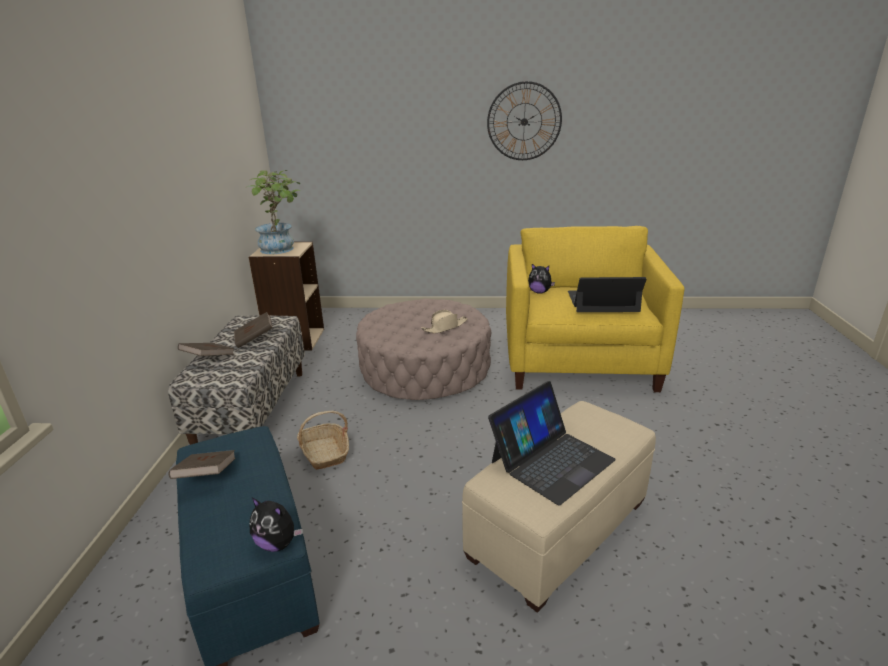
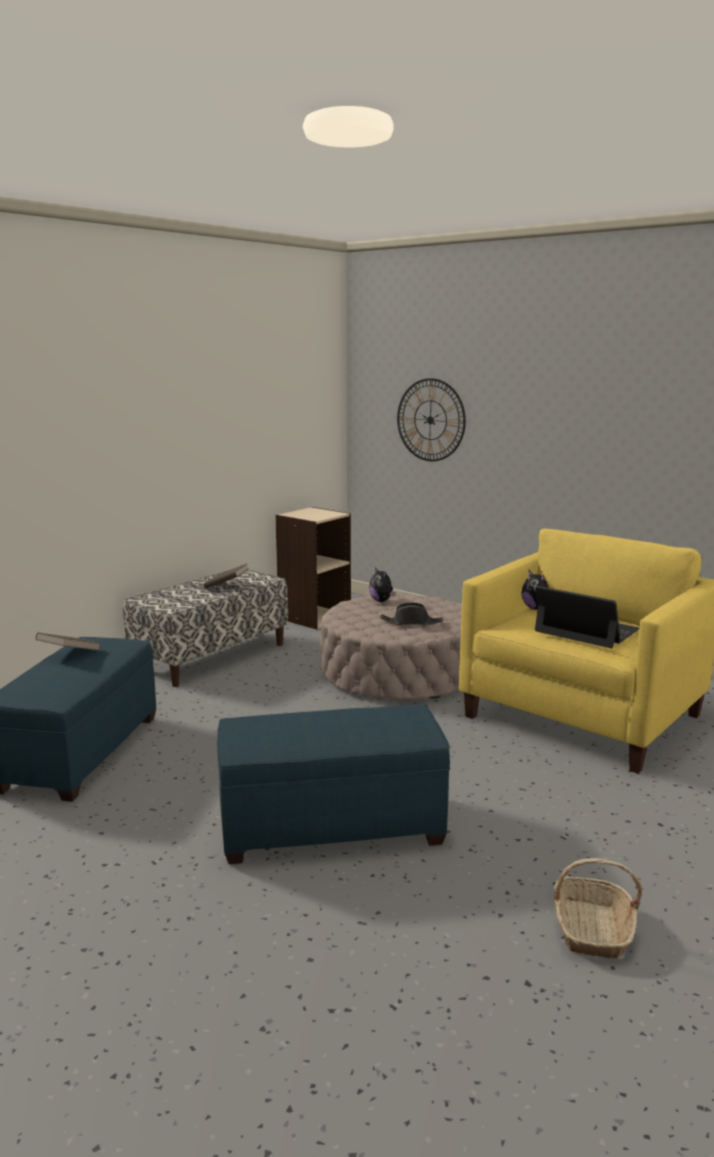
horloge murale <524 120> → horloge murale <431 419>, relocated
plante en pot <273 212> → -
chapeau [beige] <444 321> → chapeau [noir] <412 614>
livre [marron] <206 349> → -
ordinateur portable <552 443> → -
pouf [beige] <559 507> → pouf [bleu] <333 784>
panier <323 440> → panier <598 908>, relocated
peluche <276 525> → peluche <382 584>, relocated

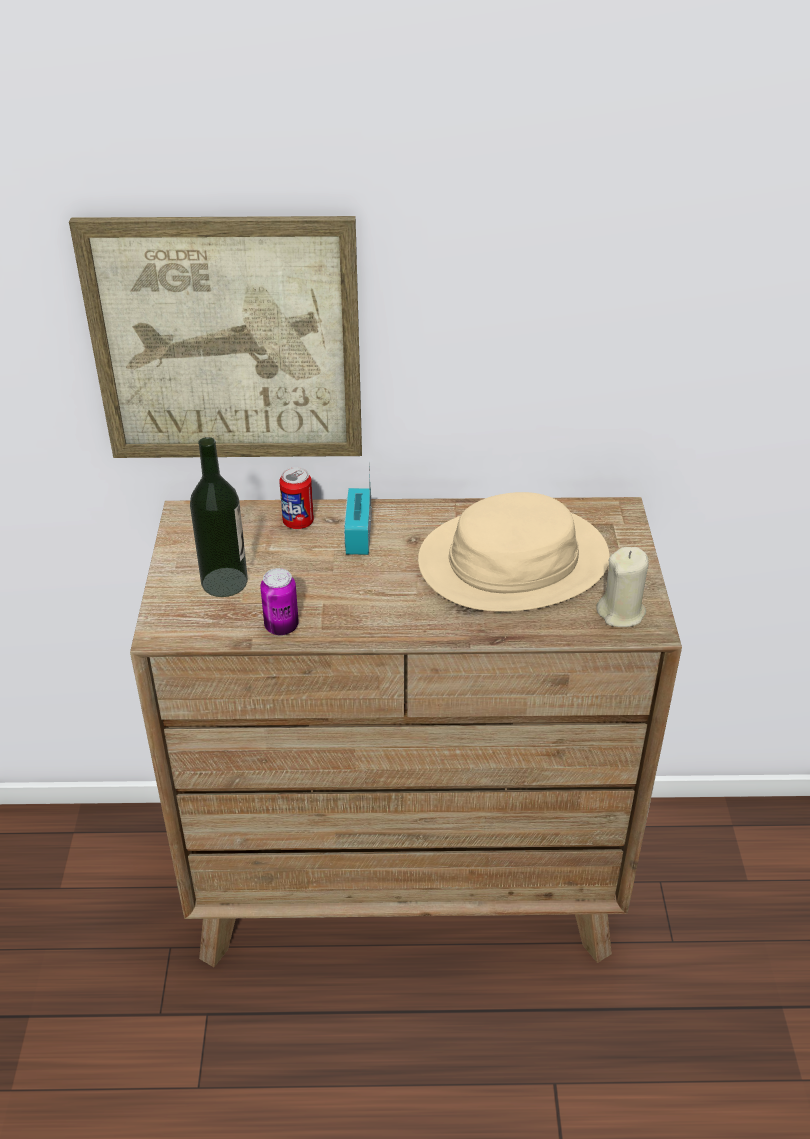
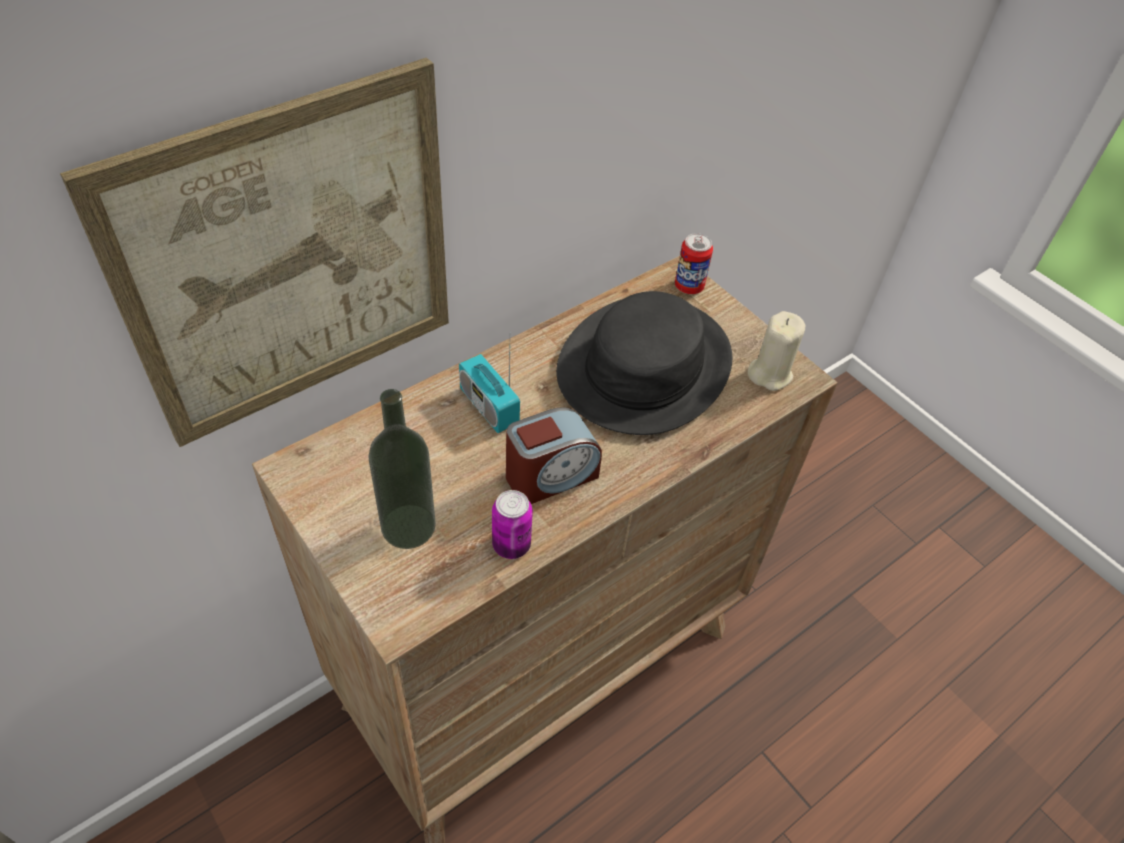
boîte métallique <296 498> → boîte métallique <694 263>, relocated
chapeau [beige] <514 552> → chapeau [noir] <644 363>
- → réveil <554 455>

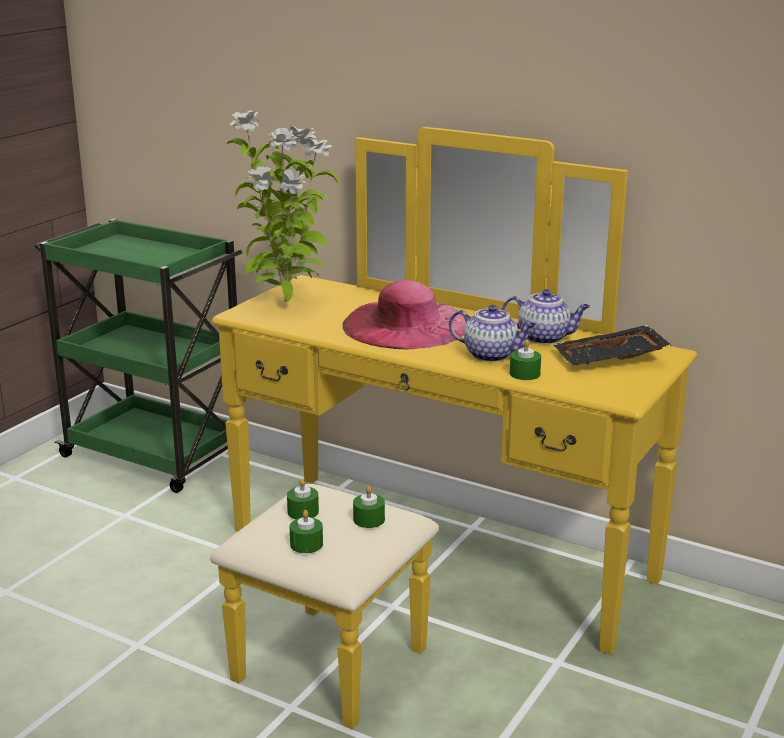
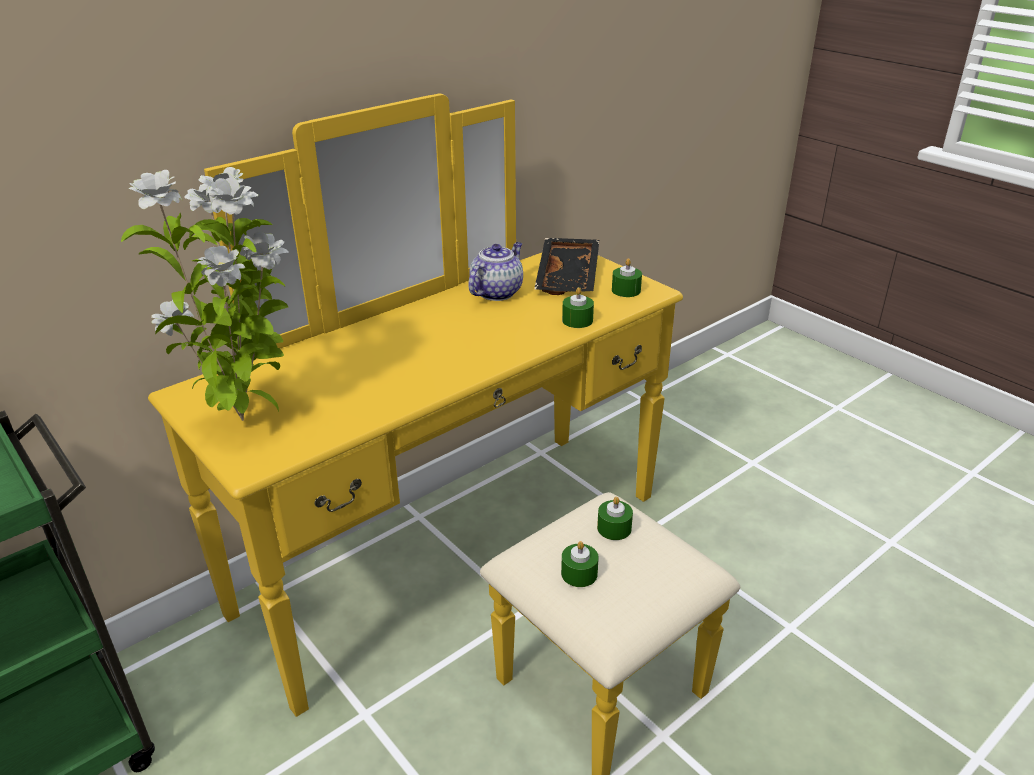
chapeau [rose] <404 314> → -
théière <492 333> → -
bougie [vert] <306 531> → bougie [vert] <627 277>, relocated

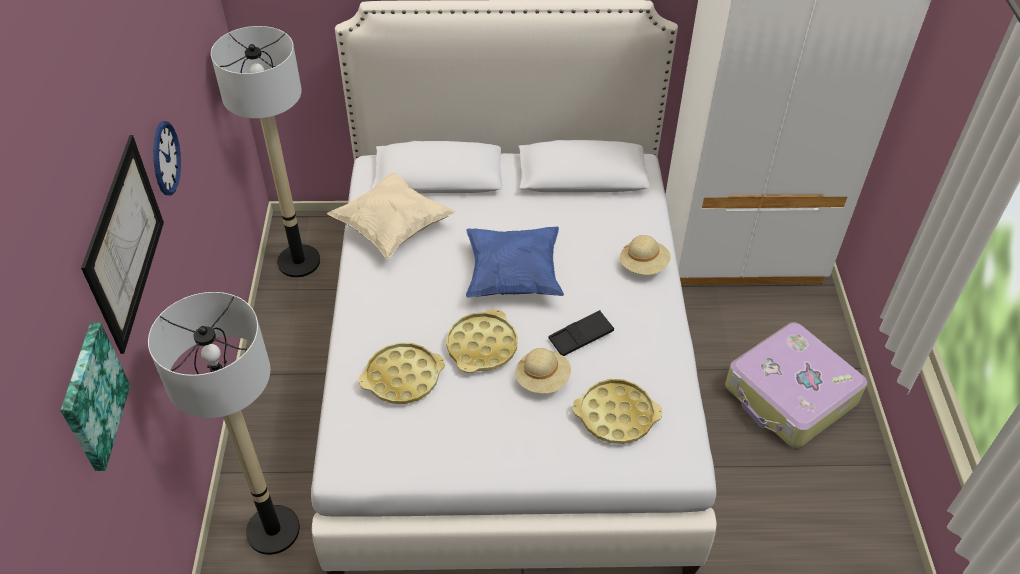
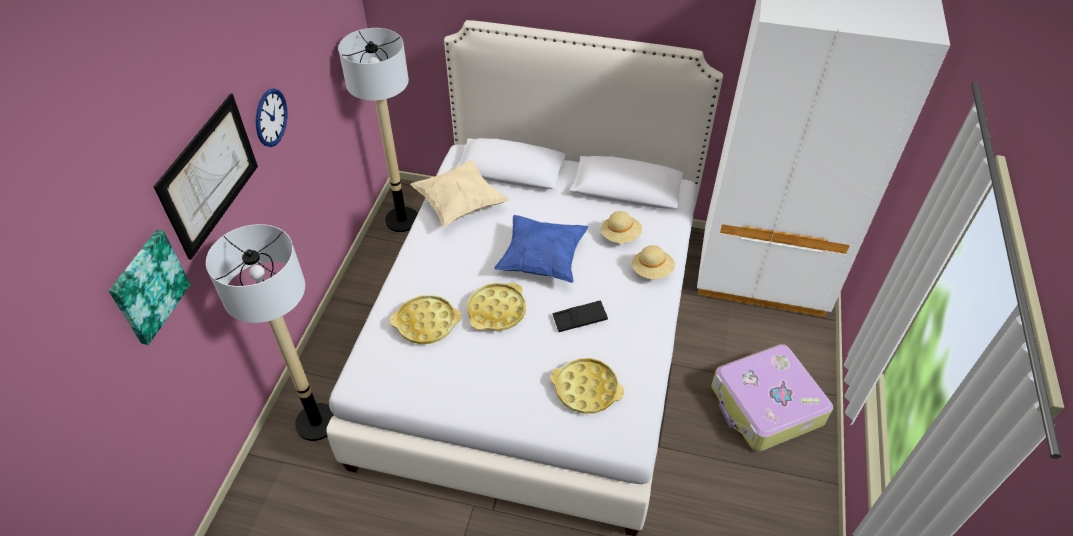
chapeau [beige] <543 370> → chapeau [beige] <621 227>, relocated

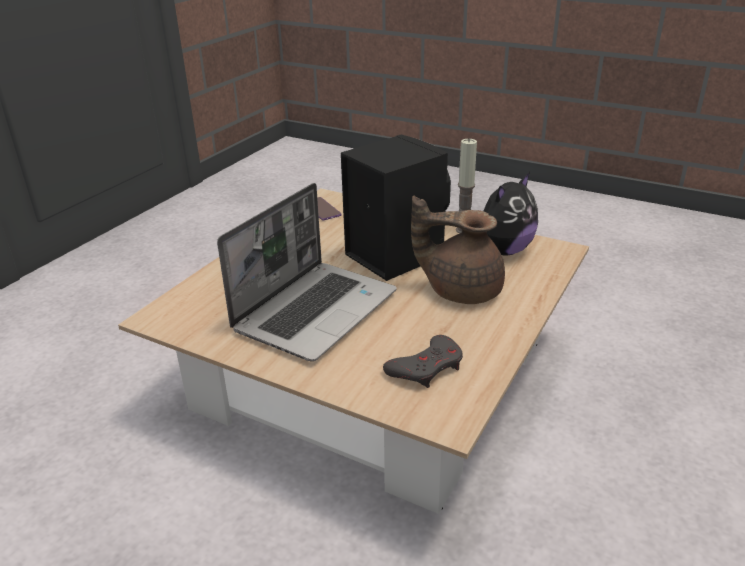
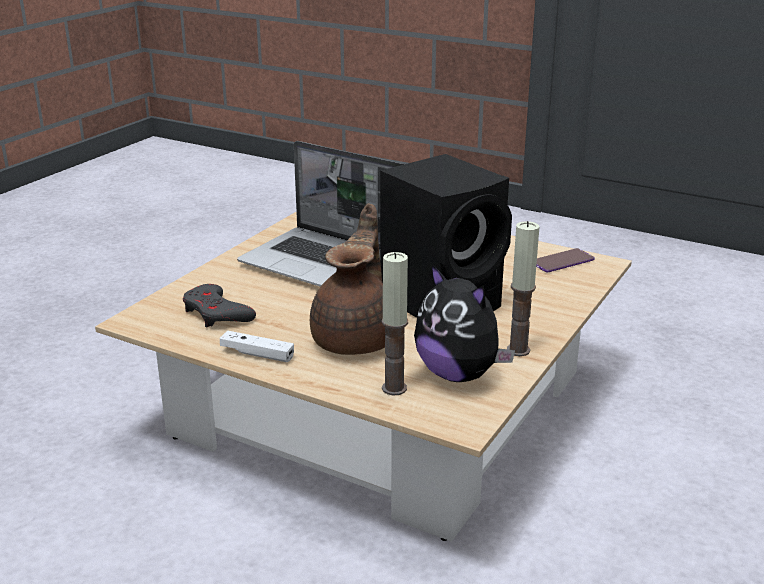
- → bougie <394 323>
- → manette [blanc] <257 346>

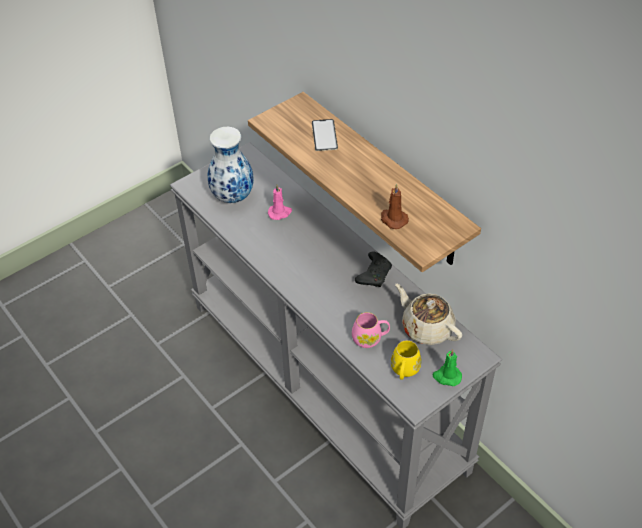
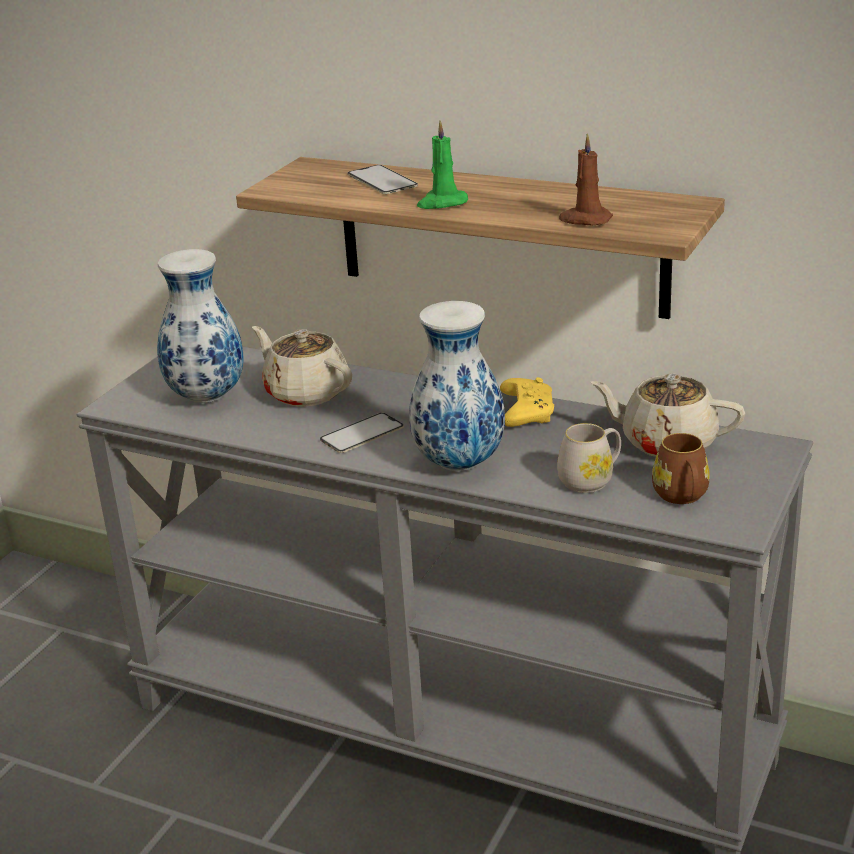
bougie [rose] <280 202> → théière [beige] <302 366>
manette [noir] <373 269> → manette [jaune] <527 402>
mug [rose] <371 330> → mug [blanc] <589 458>
mug [jaune] <406 360> → mug [marron] <681 468>
bougie [vert] <447 367> → bougie [vert] <442 165>, relocated
- → vase <457 386>
- → téléphone <362 433>

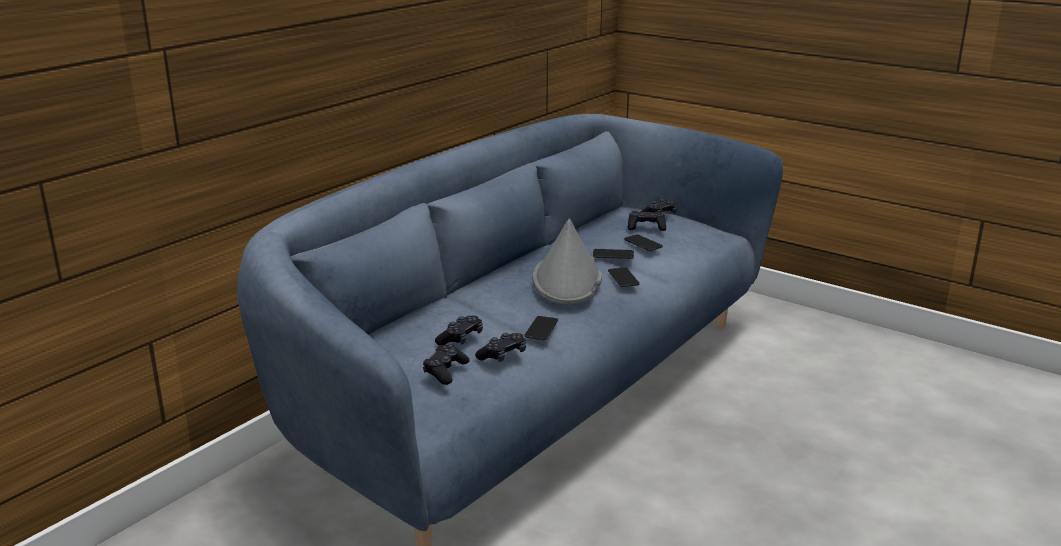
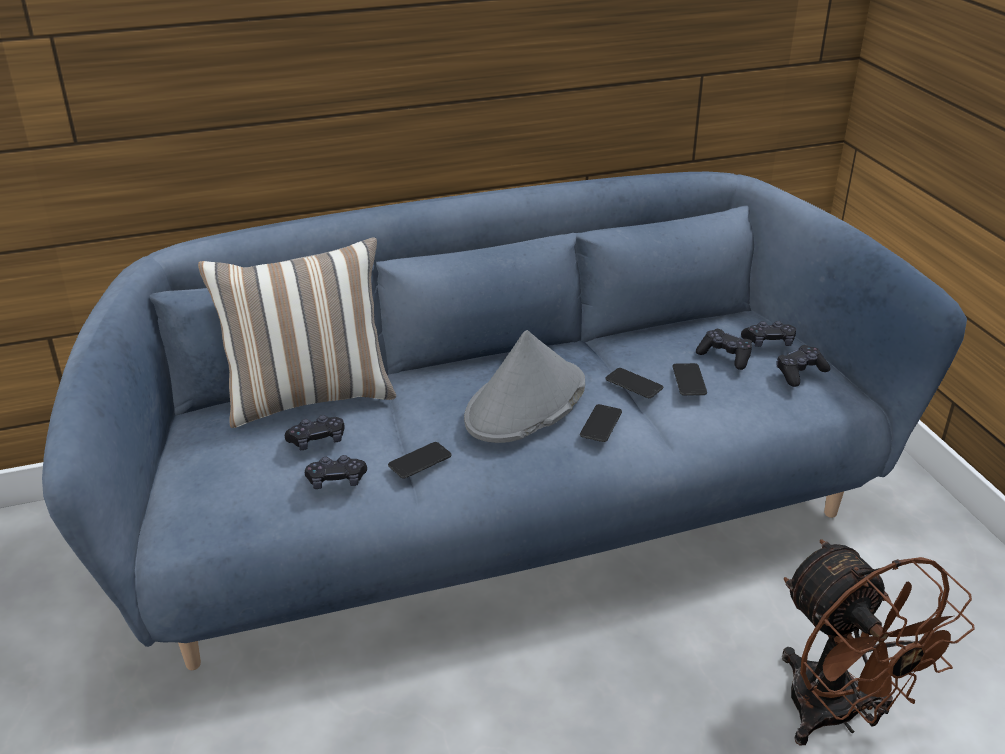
manette [noir] <446 365> → manette [noir] <803 366>, relocated
- → coussin <297 332>
- → ventilateur [marron] <878 642>

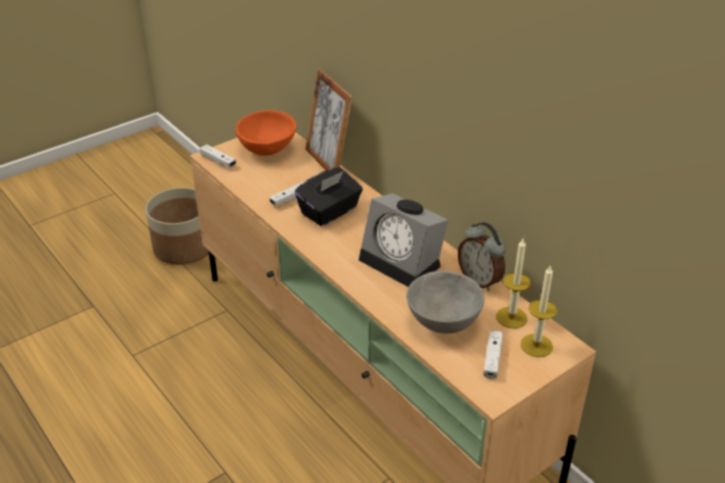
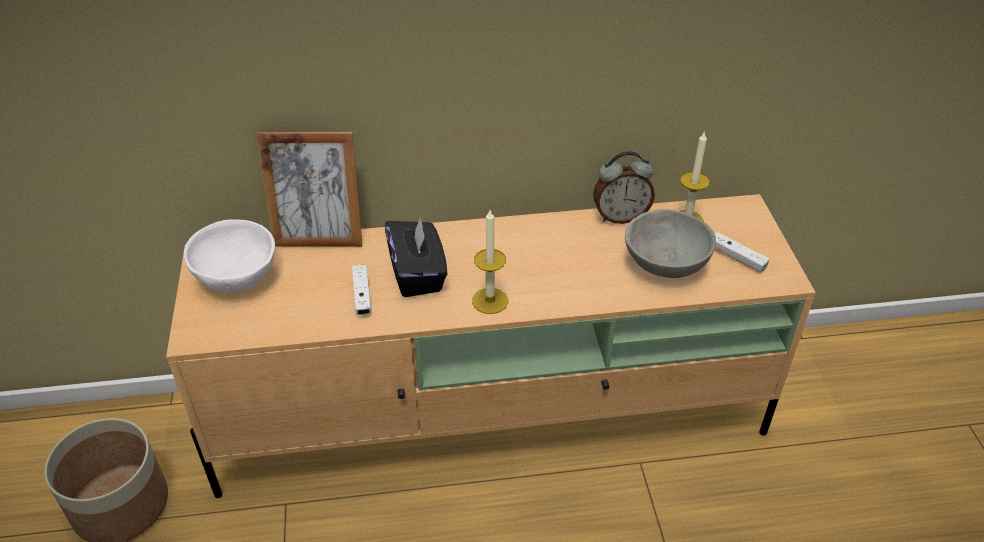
bol [orange] <266 133> → bol [blanc] <229 255>
manette [blanc] <217 156> → -
réveil <404 240> → -
bougie <538 311> → bougie <490 262>, relocated

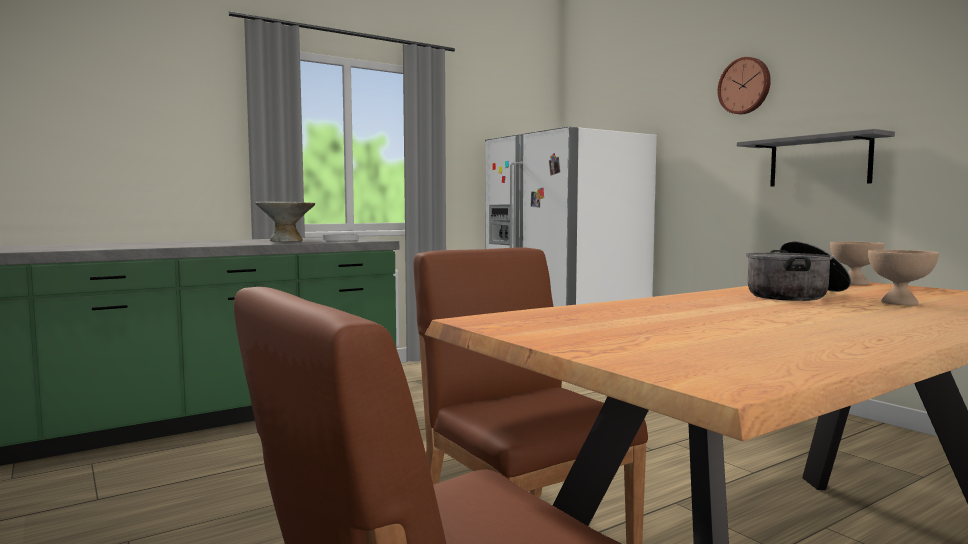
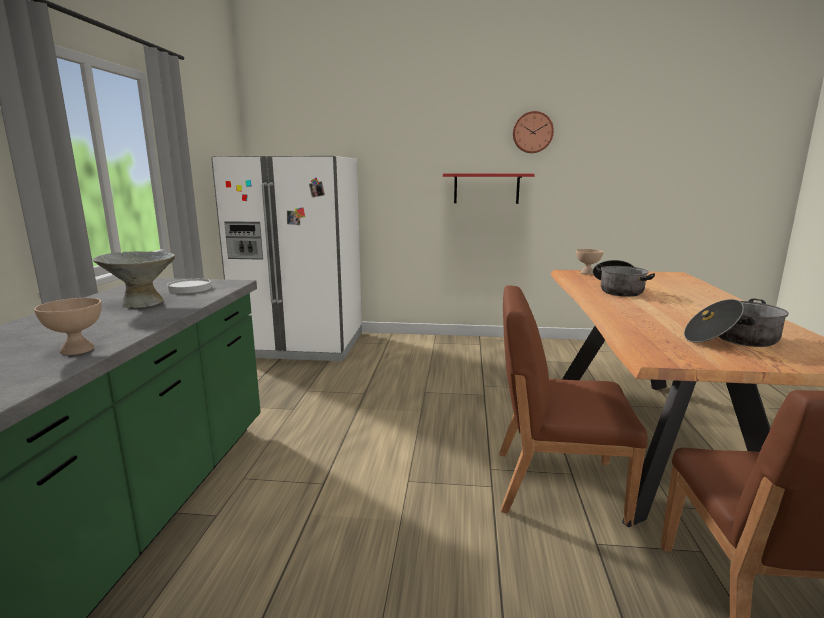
horloge murale <744 85> → horloge murale <533 132>, relocated
étagère [gris] <816 158> → étagère [rouge] <489 189>
bol [beige] <903 277> → bol [beige] <68 326>, relocated
- → marmite <736 322>

